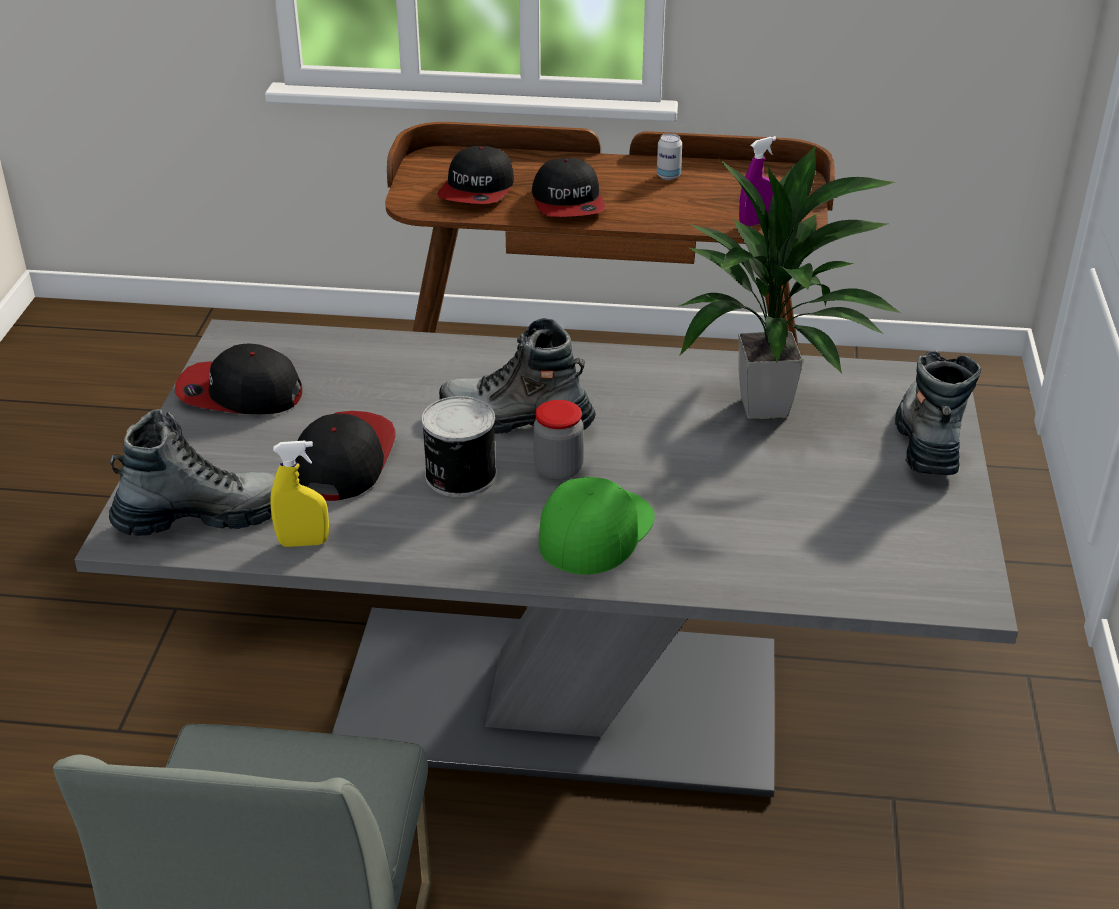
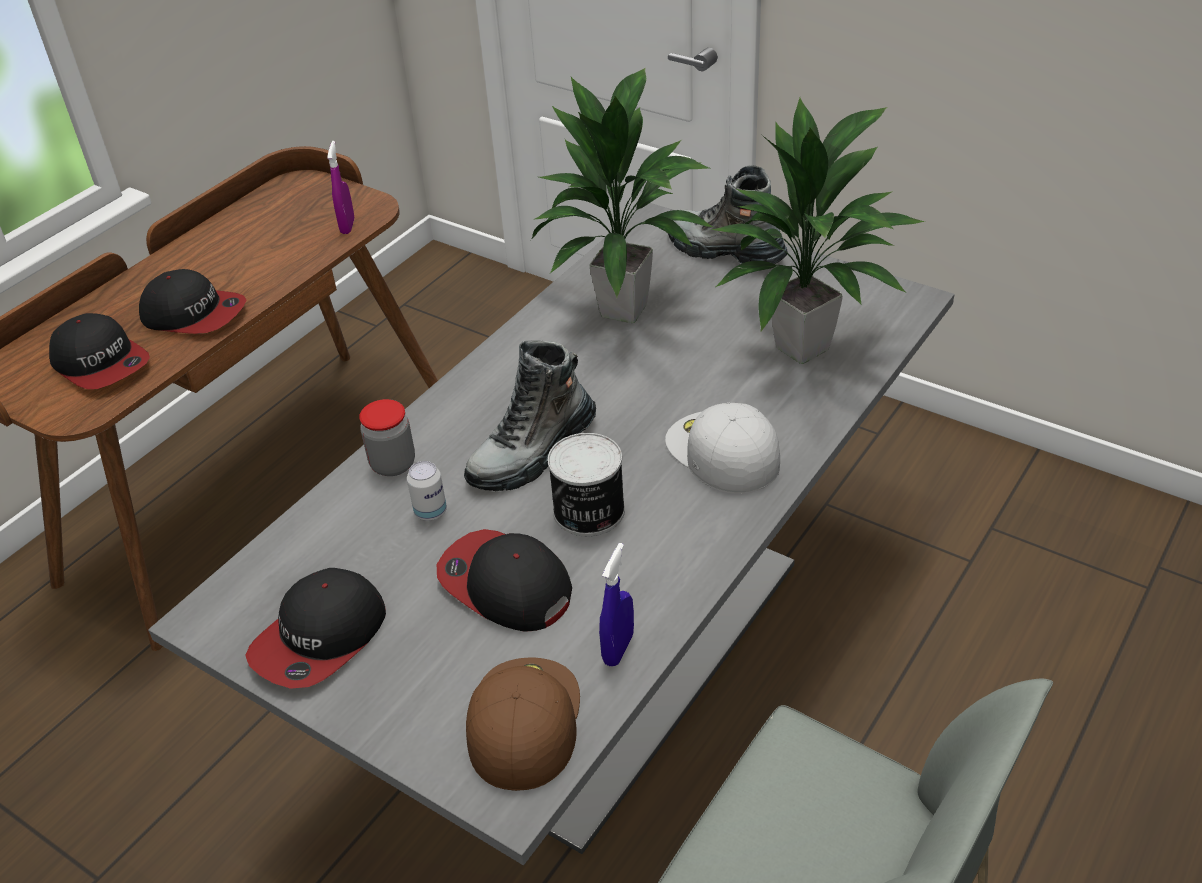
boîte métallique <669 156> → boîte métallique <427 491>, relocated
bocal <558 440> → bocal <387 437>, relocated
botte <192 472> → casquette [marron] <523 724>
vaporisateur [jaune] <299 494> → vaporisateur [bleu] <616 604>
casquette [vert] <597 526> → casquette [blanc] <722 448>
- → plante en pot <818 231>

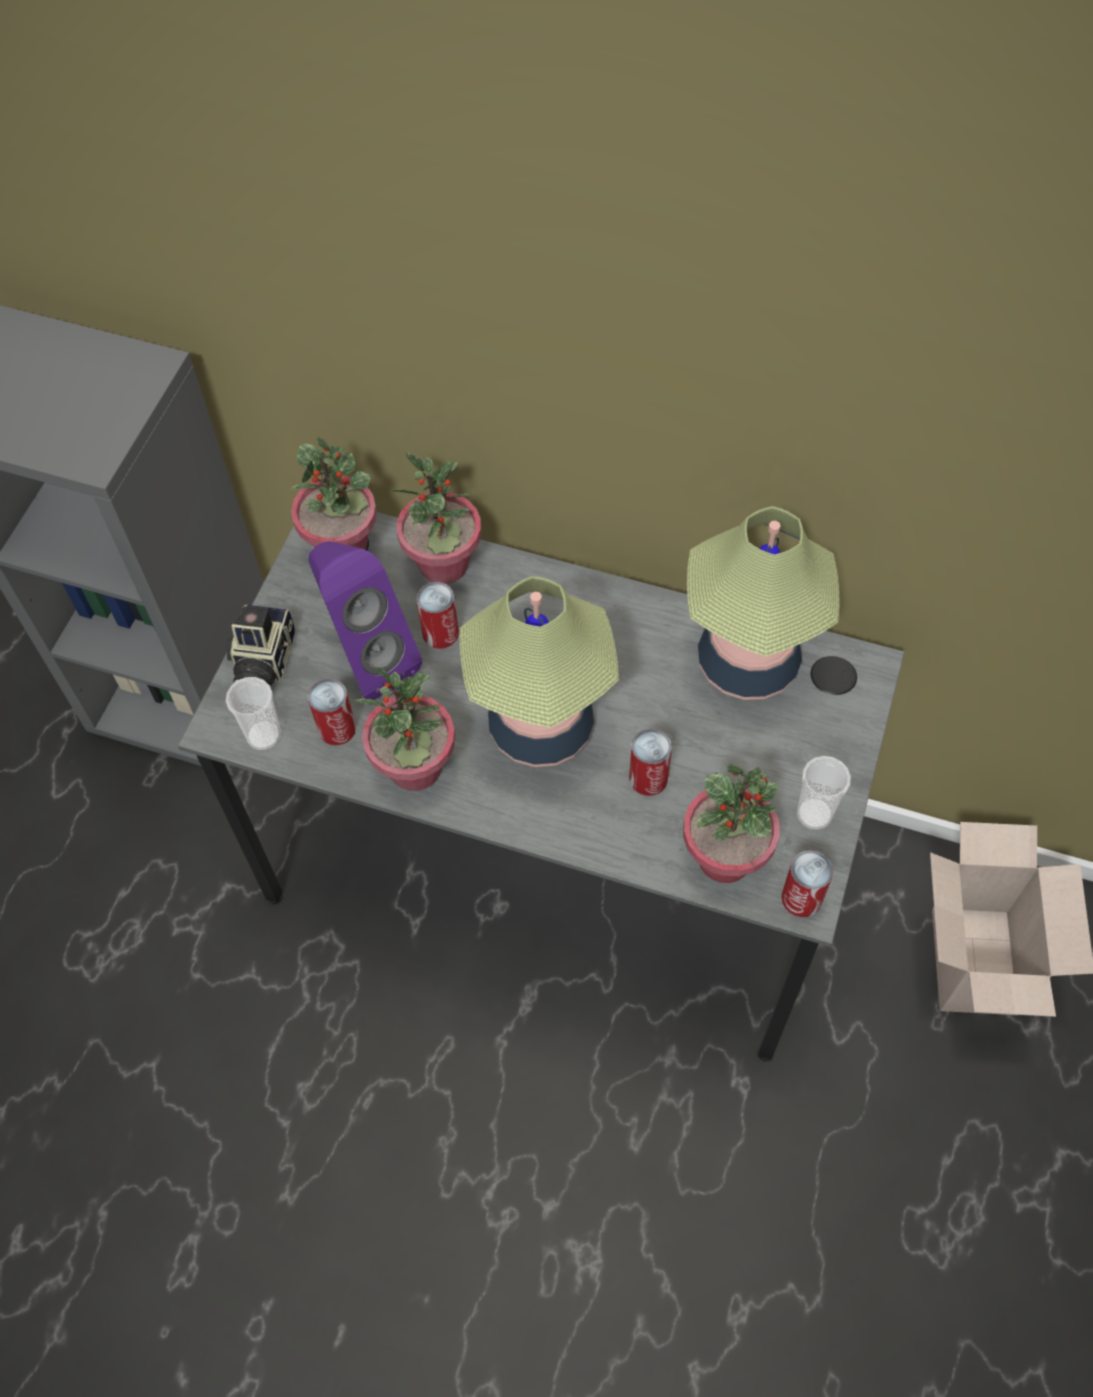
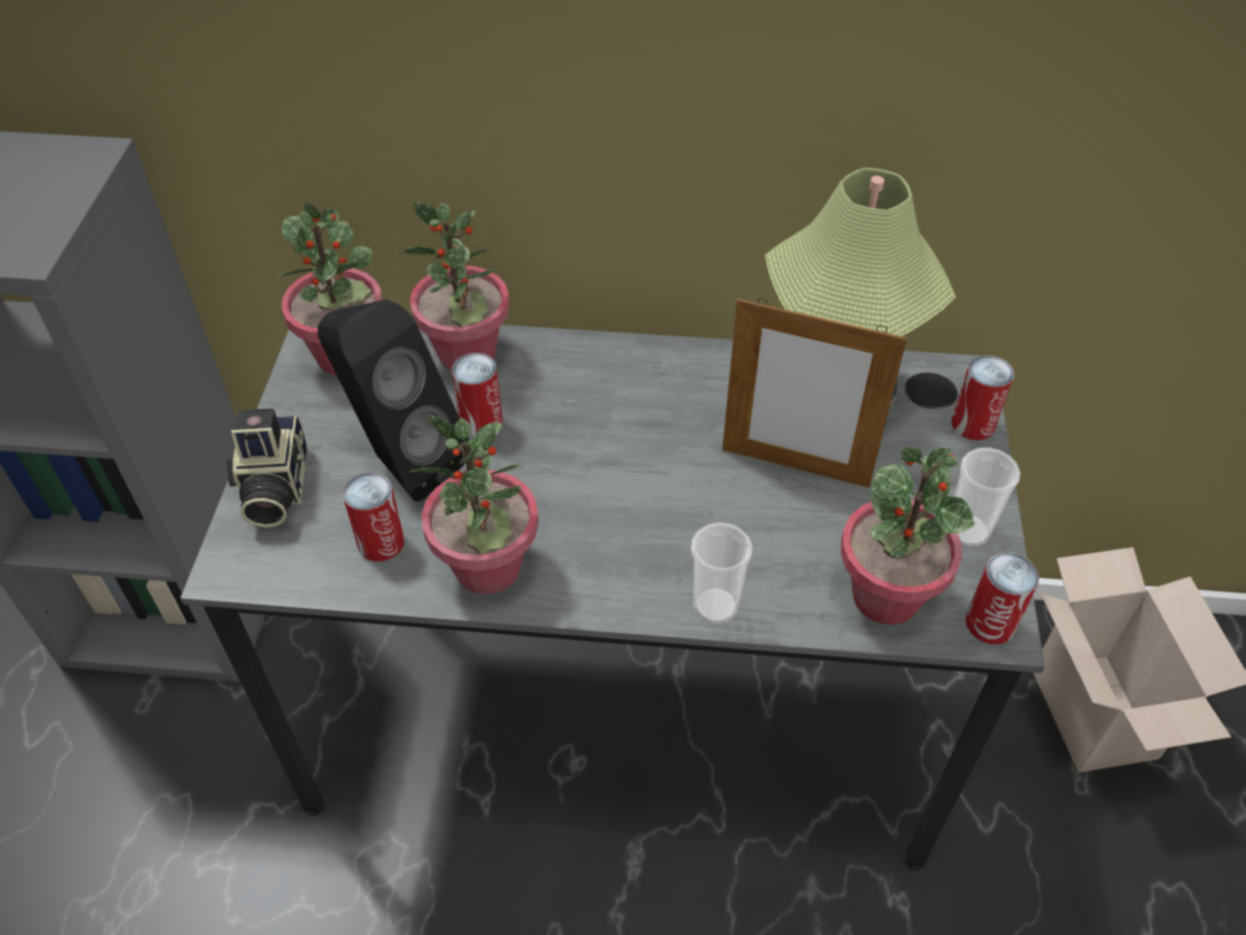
enceinte [violet] <365 620> → enceinte [noir] <394 400>
lampe de table <539 671> → -
tasse <253 713> → tasse <721 573>, relocated
boîte métallique <650 762> → boîte métallique <982 398>, relocated
- → cadre photo <814 393>

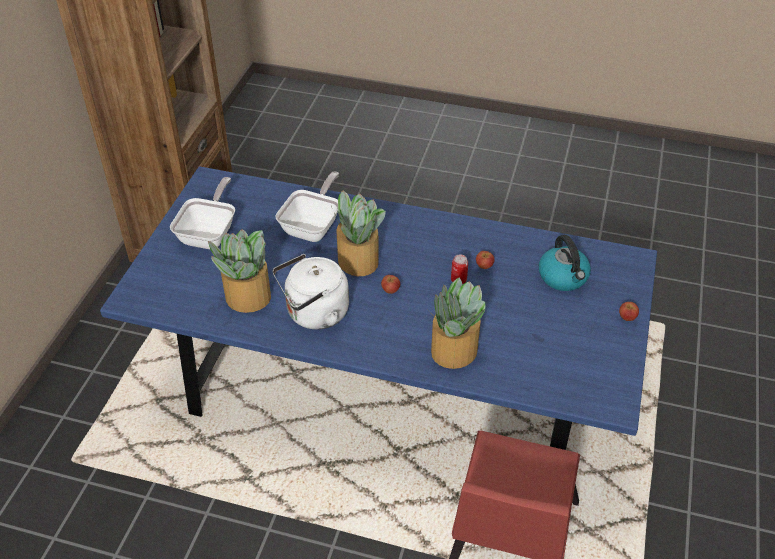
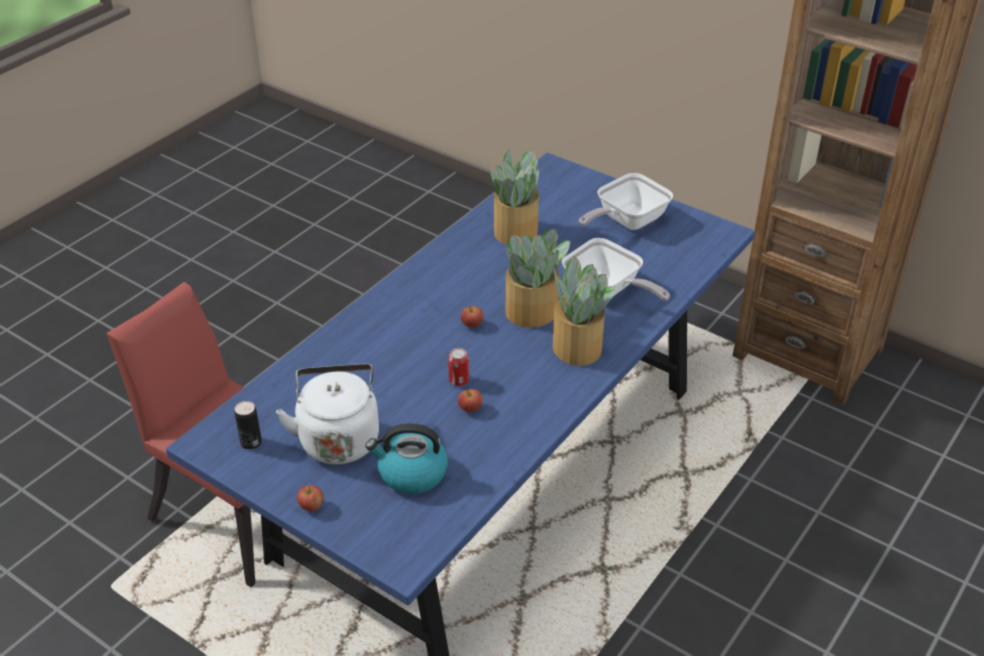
poêle <202 213> → poêle <625 201>, 105 degrees clockwise
bouilloire [blanc] <311 291> → bouilloire [blanc] <327 414>, relocated
plante en pot <458 323> → plante en pot <584 311>, relocated
- → boîte métallique <248 425>

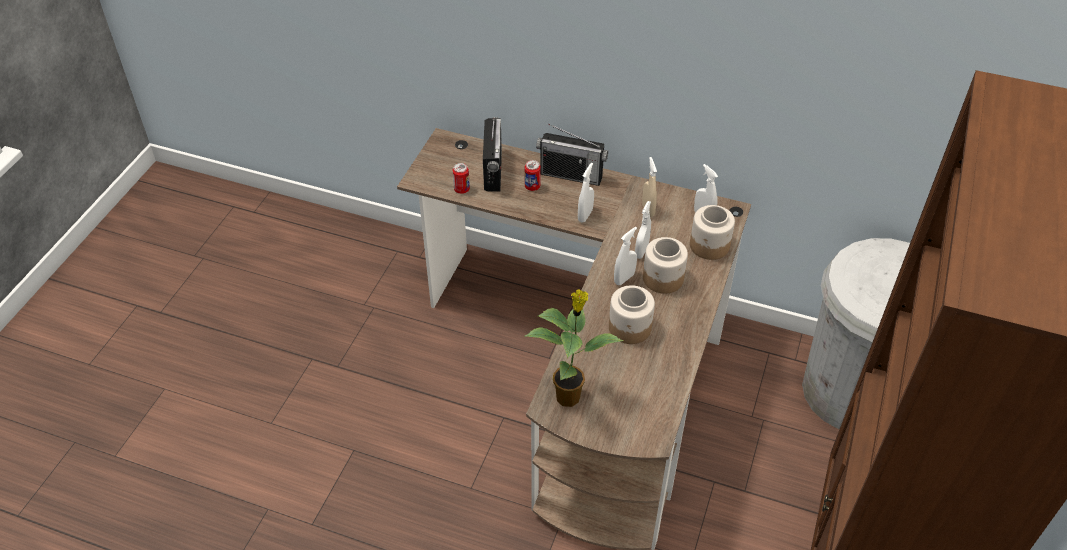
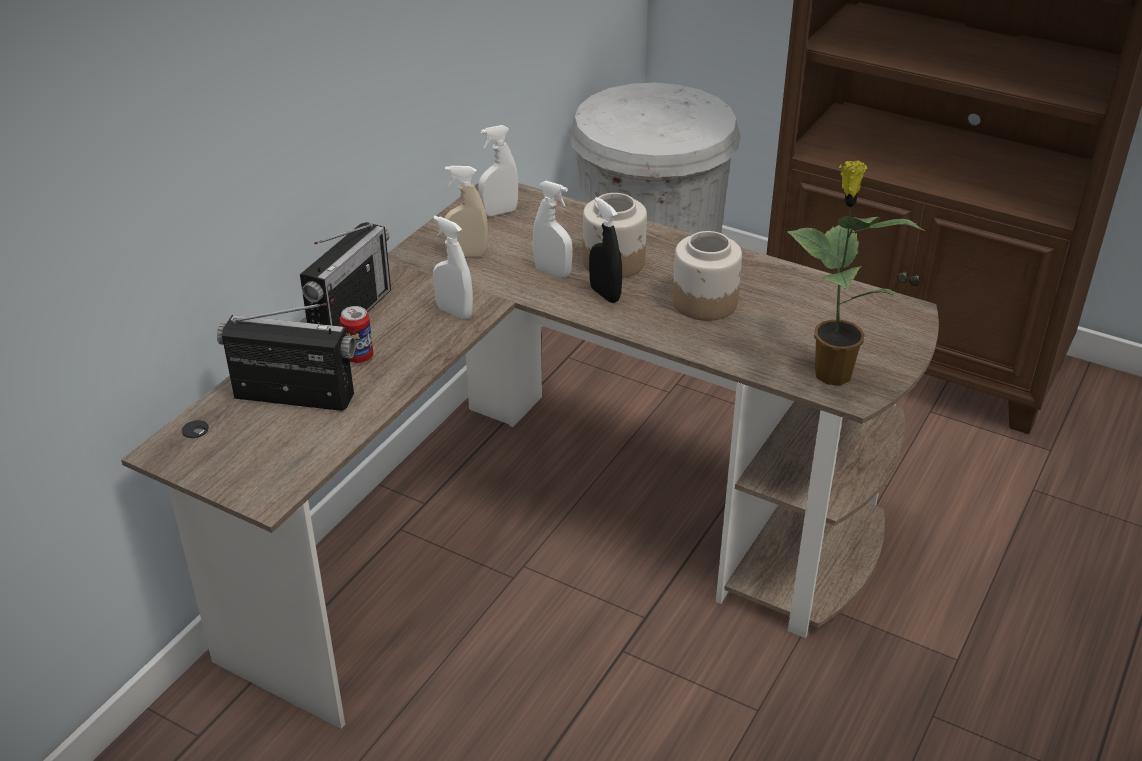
boîte métallique <461 178> → -
bocal <712 232> → -
vaporisateur [blanc] <625 256> → vaporisateur [noir] <605 250>

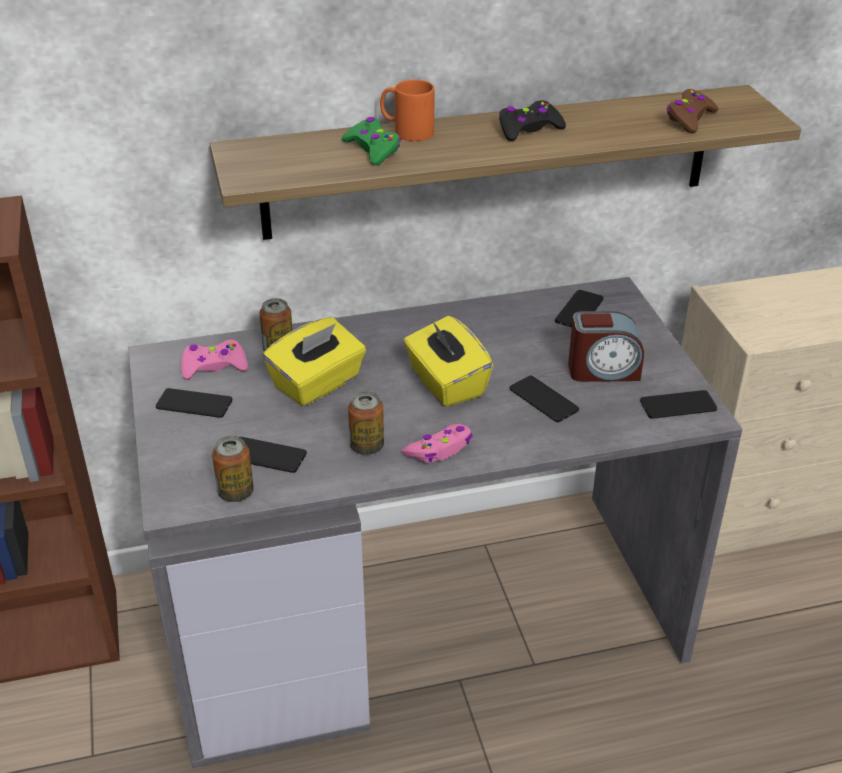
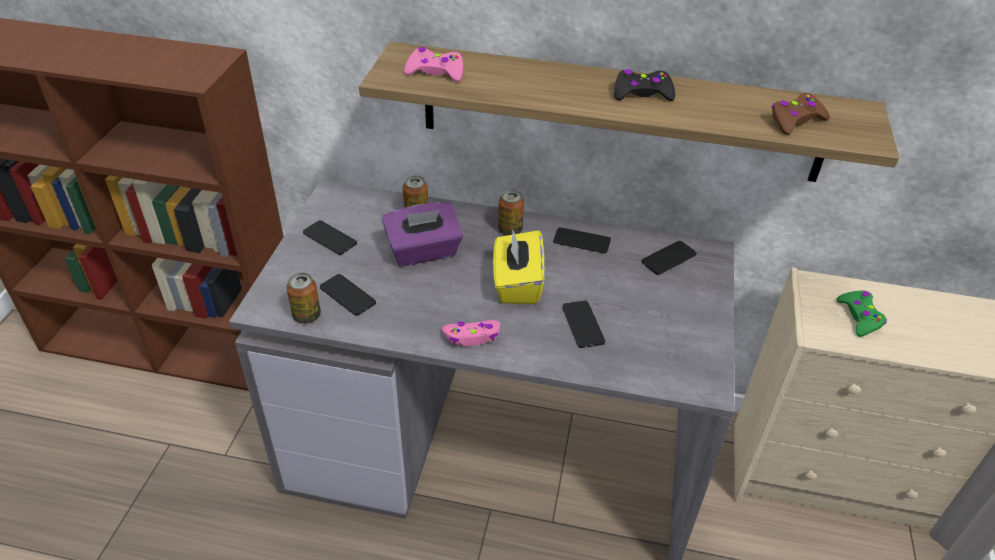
mug [orange] <407 110> → -
manette [vert] <371 141> → manette [vert] <862 314>, relocated
réveil <606 346> → -
boîte à mouchoirs [jaune] <314 361> → boîte à mouchoirs [violet] <422 234>
manette [rose] <214 360> → manette [rose] <433 64>, relocated
téléphone <678 404> → téléphone <582 240>, relocated
boîte métallique <366 423> → boîte métallique <511 212>, relocated

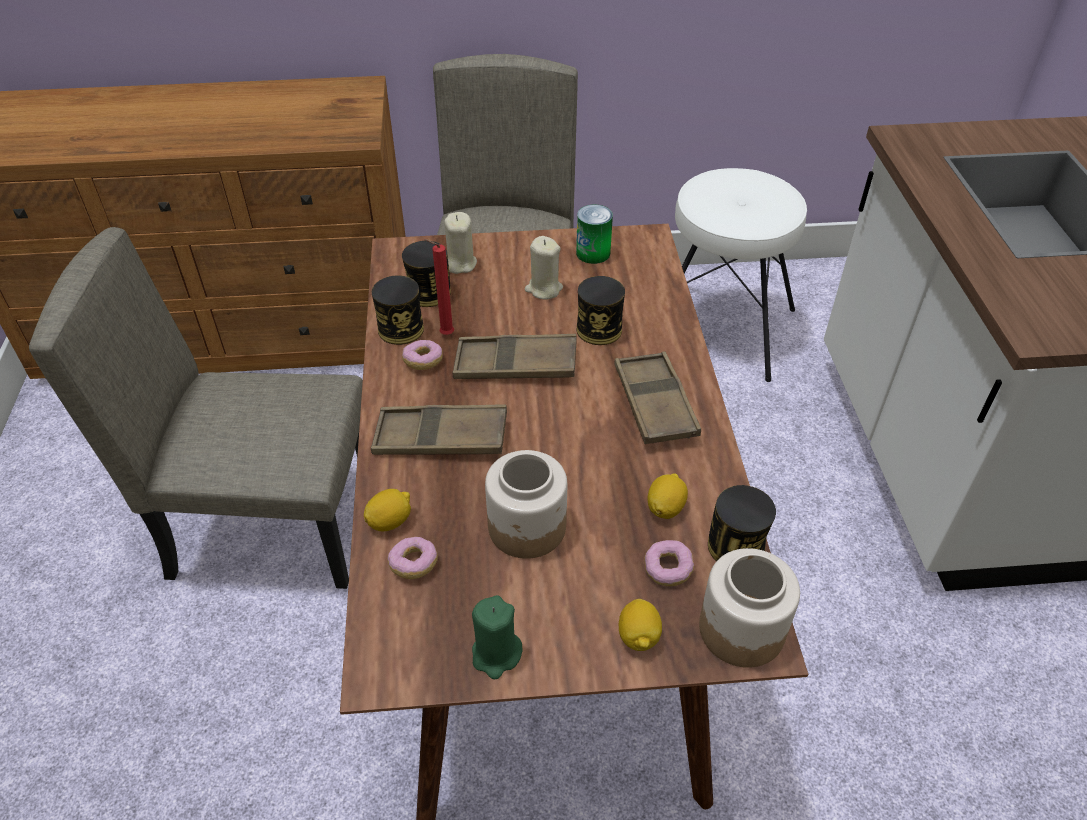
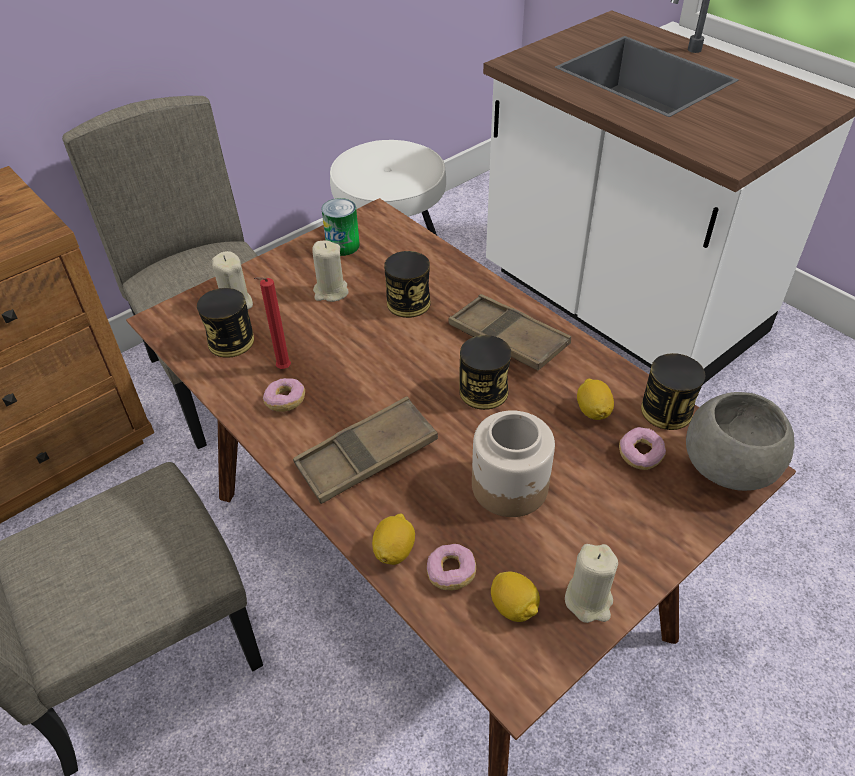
boîte métallique <398 310> → boîte métallique <485 372>, relocated
plateau [marron] <515 356> → -
bocal <749 608> → bol [gris] <740 441>
bougie [vert] <497 637> → bougie [beige] <591 583>
citron <640 625> → citron <515 596>, relocated

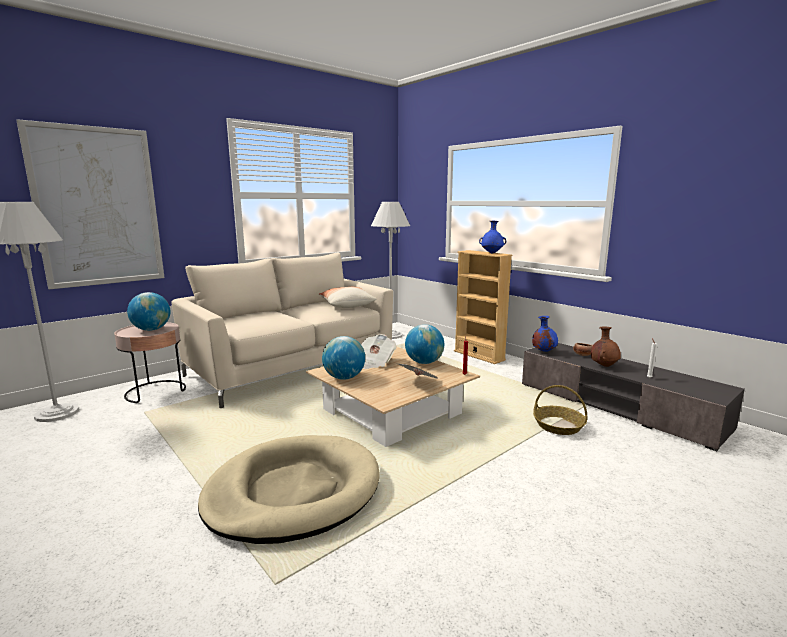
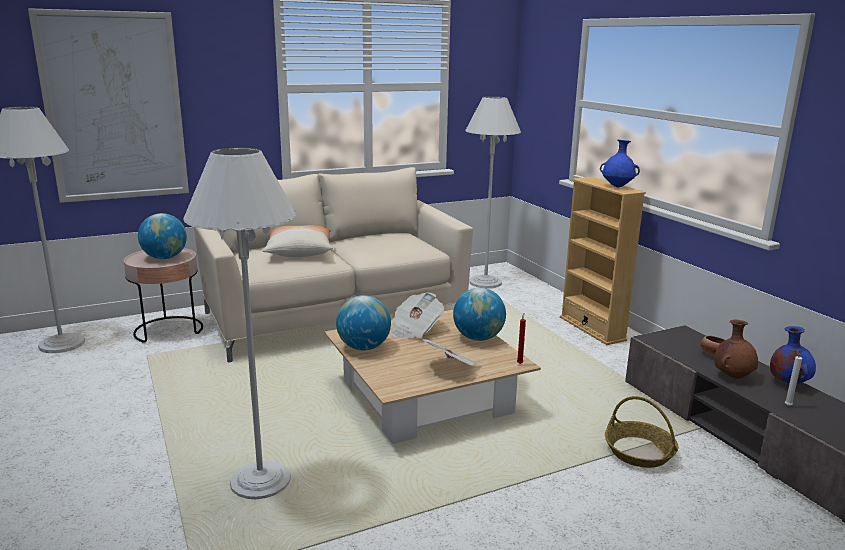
coussin <347 297> → coussin <298 241>, relocated
vase [bleu] <545 334> → vase [bleu] <793 355>, relocated
panier pour chien [beige] <288 489> → lampadaire [blanc] <240 323>

